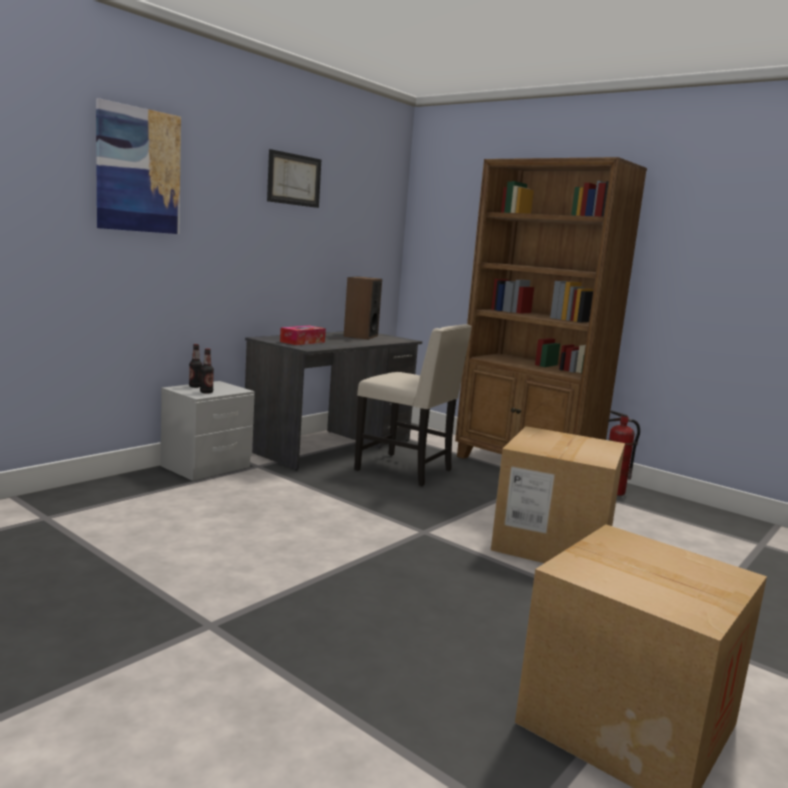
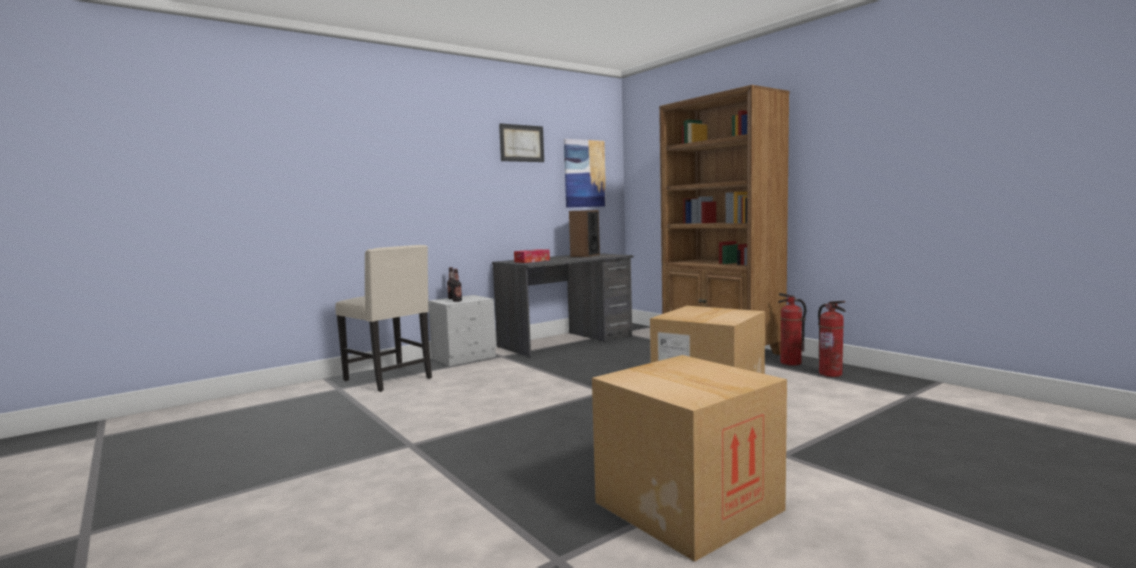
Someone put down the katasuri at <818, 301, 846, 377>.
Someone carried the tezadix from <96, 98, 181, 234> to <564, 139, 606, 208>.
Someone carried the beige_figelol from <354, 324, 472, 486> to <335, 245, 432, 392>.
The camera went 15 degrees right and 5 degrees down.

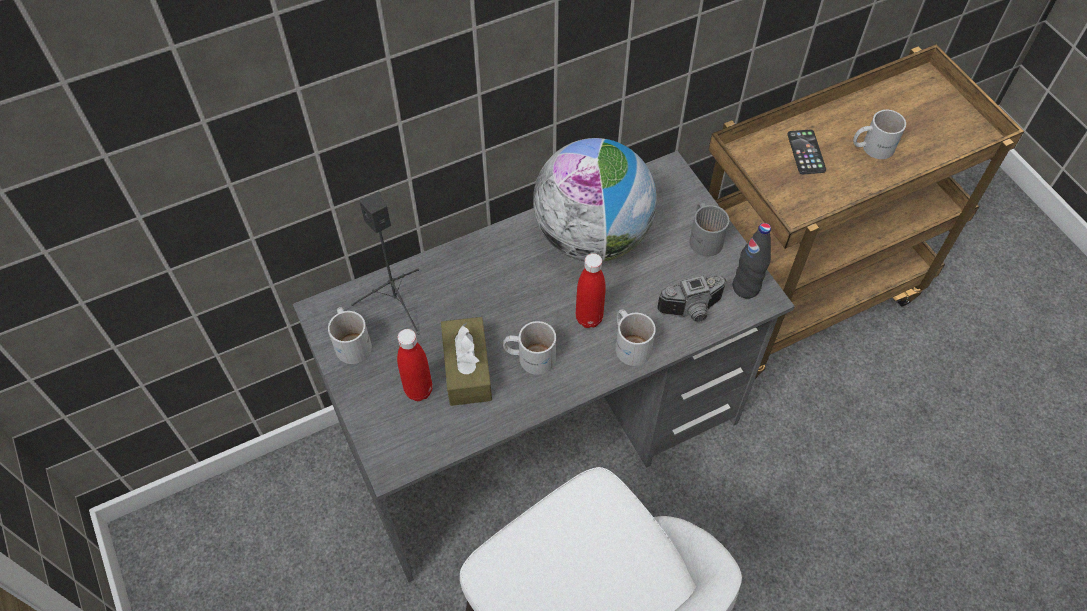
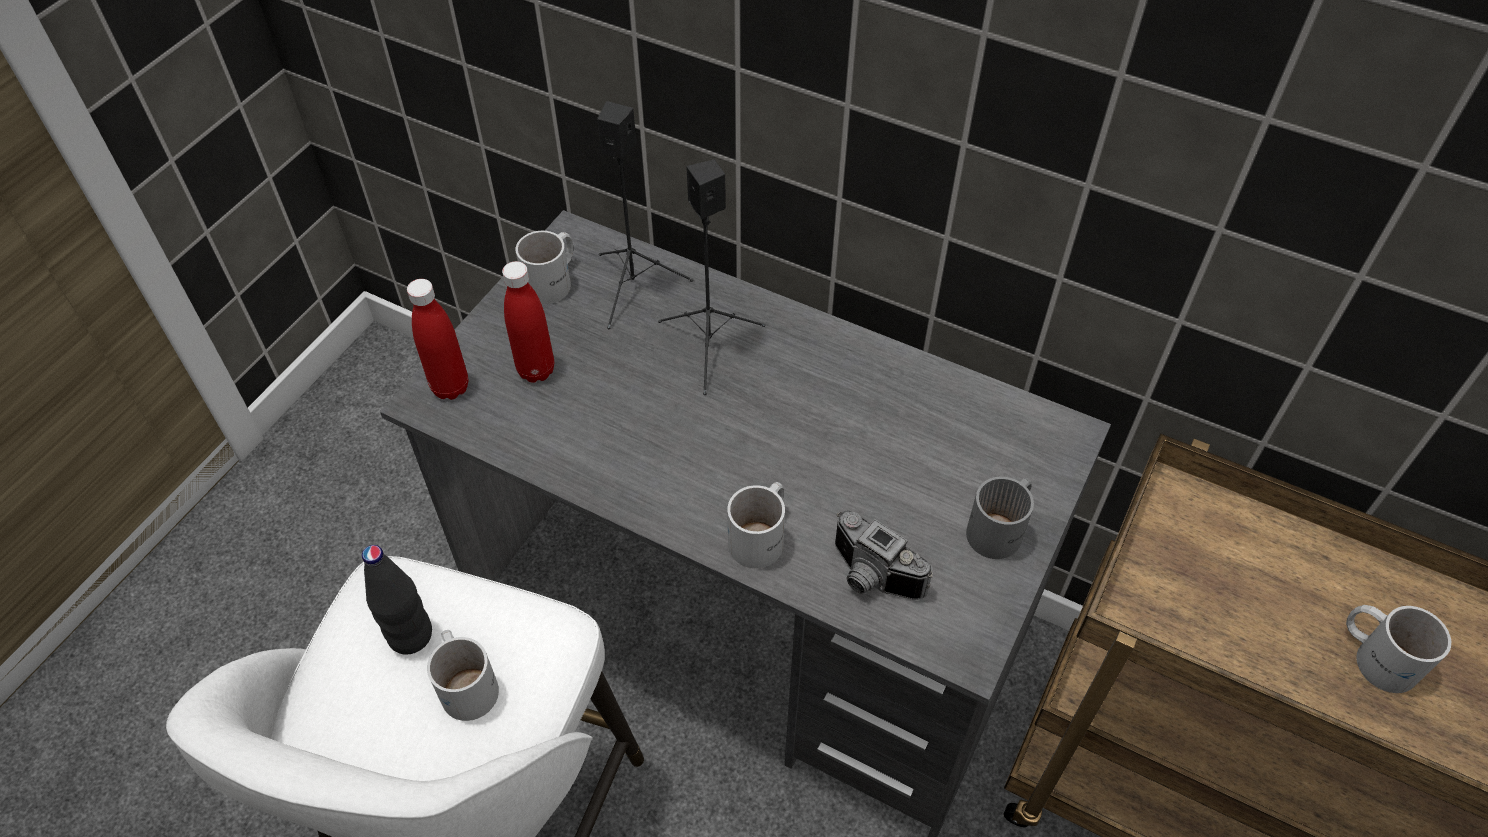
Someone took away the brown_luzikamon at <441, 317, 492, 406>.
Someone took away the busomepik at <533, 138, 657, 262>.
Someone took away the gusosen at <787, 130, 826, 174>.
Someone put down the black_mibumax at <658, 160, 765, 395>.
Someone carried the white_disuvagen from <503, 321, 556, 375> to <427, 630, 499, 721>.
Someone carried the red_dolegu from <576, 253, 606, 328> to <407, 279, 468, 400>.
Someone carried the black_dolegu from <733, 223, 771, 299> to <362, 545, 432, 655>.
The camera went 55 degrees right and 5 degrees down.

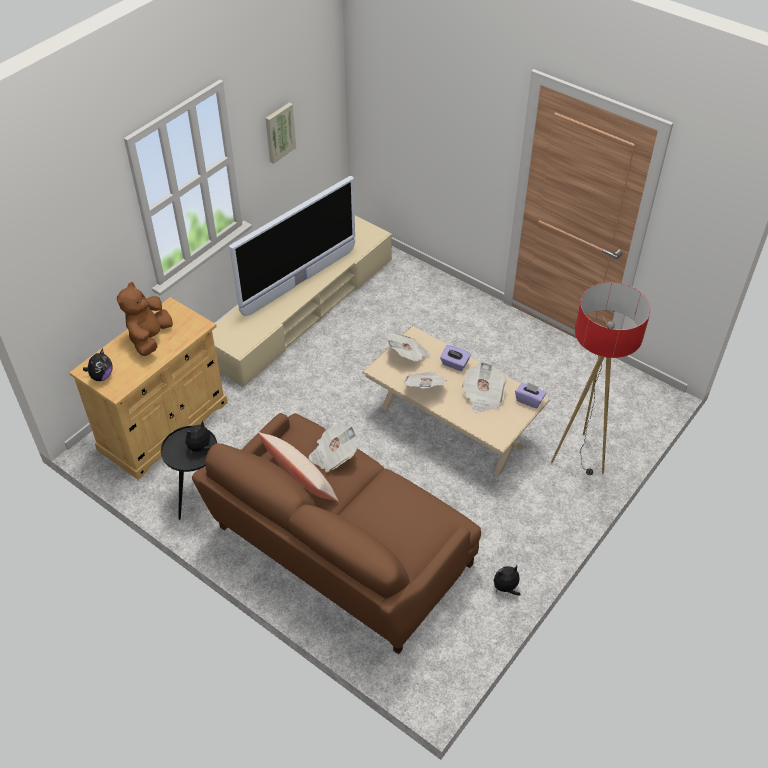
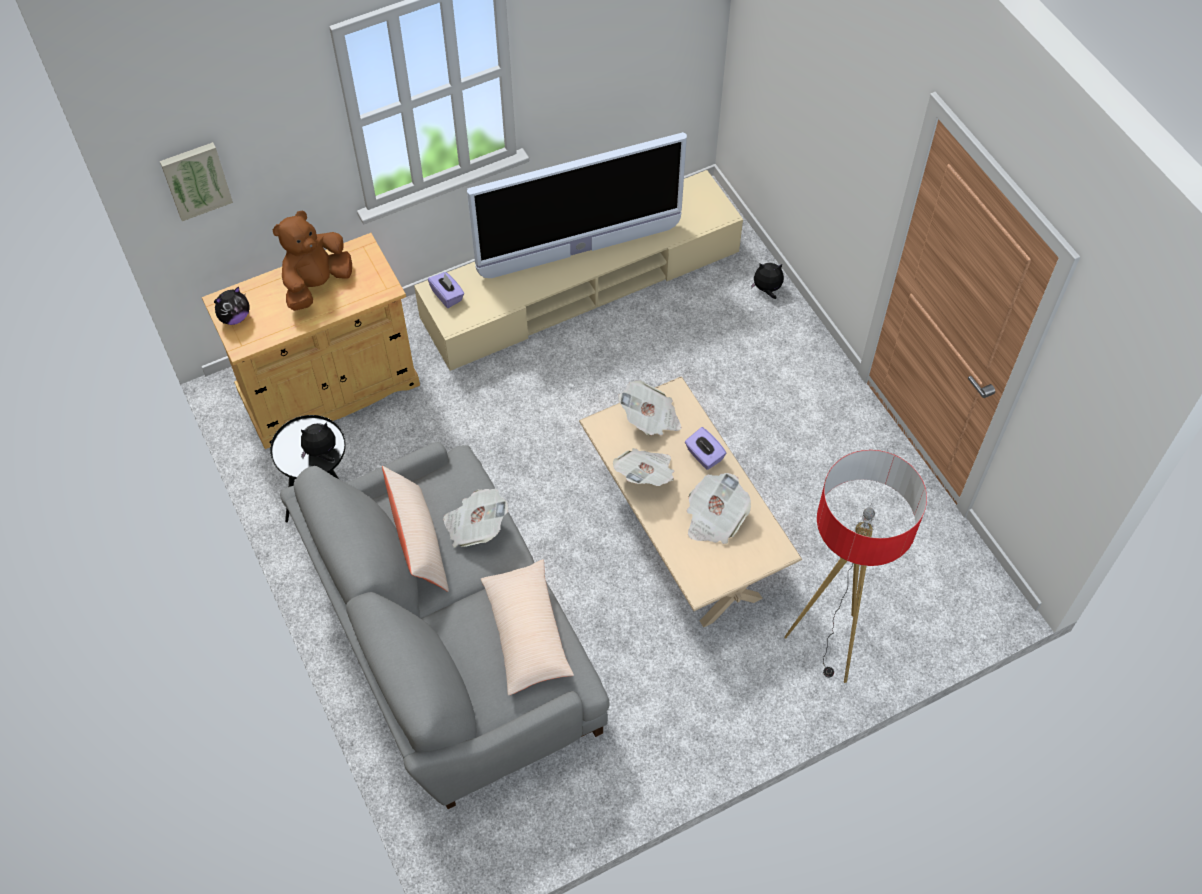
Someone put down the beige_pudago at <481, 559, 574, 696>.
Someone carried the tezadix from <265, 103, 296, 164> to <160, 142, 233, 221>.
Someone carried the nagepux from <493, 566, 521, 596> to <751, 263, 784, 299>.
Someone carried the purple_luzikamon from <515, 382, 546, 408> to <428, 272, 464, 308>.
Someone repainted the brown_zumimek at <192, 413, 481, 654>, which became the grey_zumimek at <280, 442, 610, 809>.
The camera went 25 degrees right and 10 degrees up.

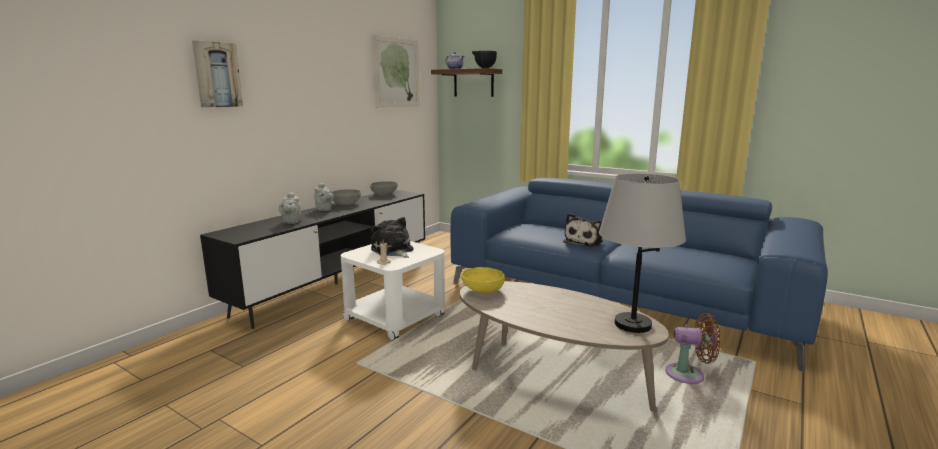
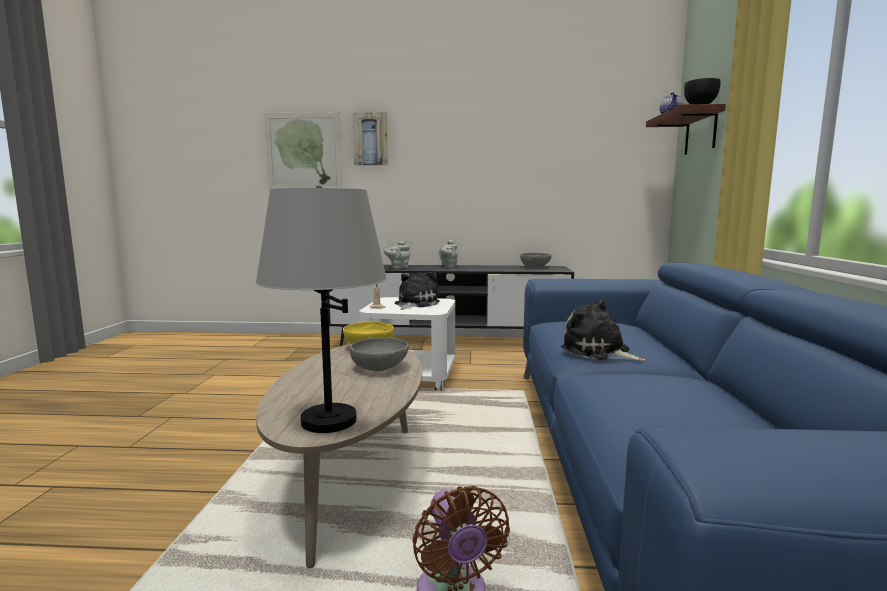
Someone carried the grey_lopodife from <333, 189, 361, 206> to <350, 337, 409, 371>.
Someone carried the tezadix from <372, 35, 420, 108> to <264, 112, 342, 191>.
Someone rotated the nagepux at <563, 213, 603, 247> by 45 degrees clockwise.
The camera went 60 degrees right and 5 degrees down.

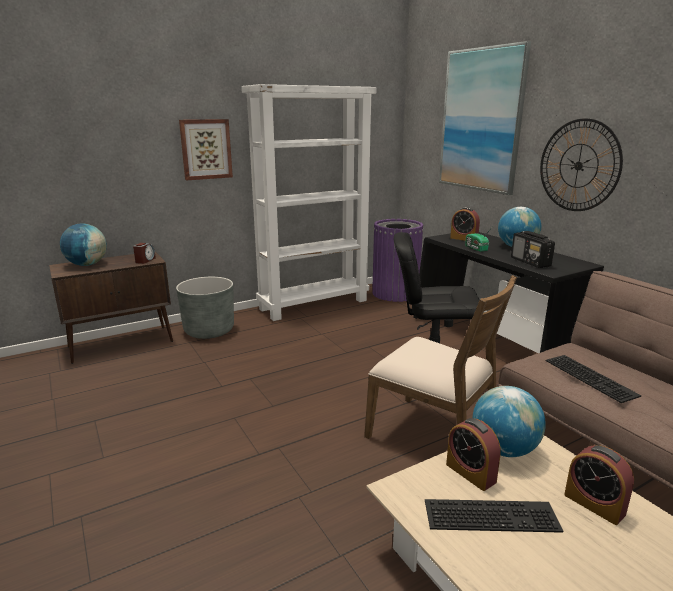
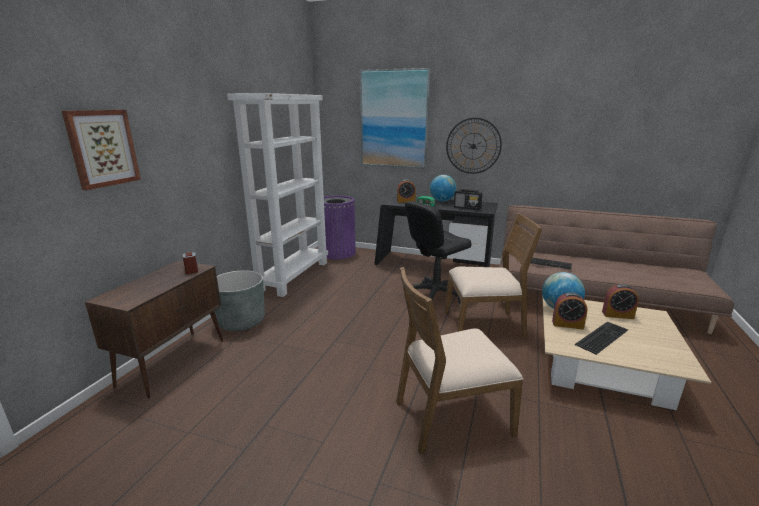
Someone took away the busomepik at <60, 223, 107, 266>.
Someone put down the brown_figelol at <396, 267, 523, 454>.
Someone carried the tezadix from <179, 119, 233, 181> to <62, 110, 141, 190>.
The camera went 40 degrees left and 0 degrees up.

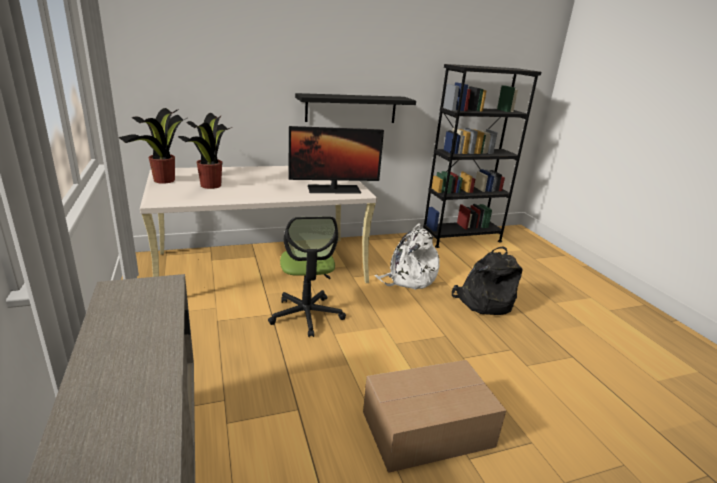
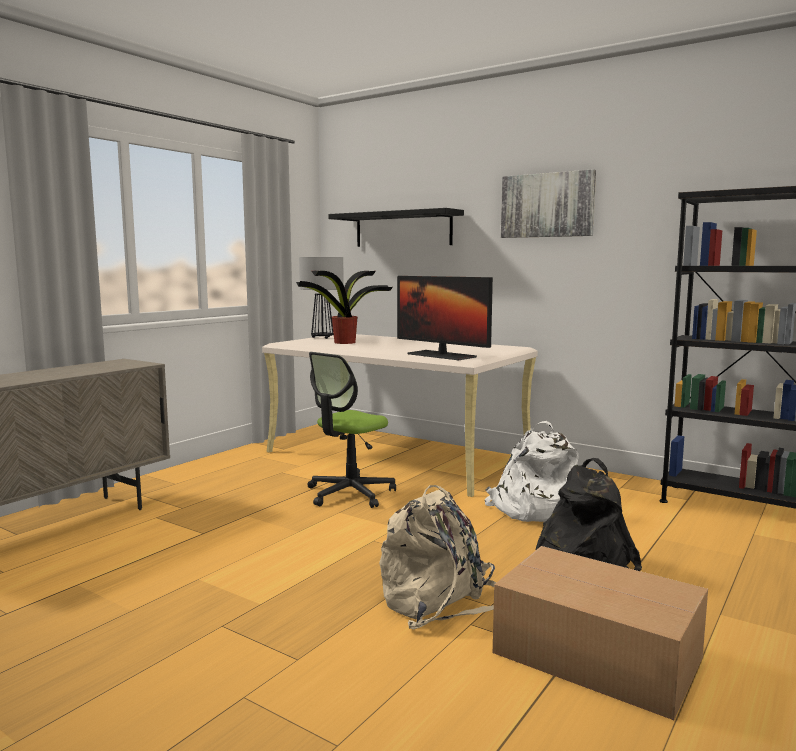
Someone put down the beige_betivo at <379, 485, 497, 629>.
Someone put up the tezadix at <501, 169, 596, 238>.
Someone carried the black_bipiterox from <295, 93, 416, 123> to <328, 208, 464, 247>.
Someone carried the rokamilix from <363, 360, 506, 473> to <493, 546, 708, 720>.
Someone swapped the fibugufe at <118, 108, 187, 184> for the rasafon at <299, 257, 344, 339>.
The camera went 55 degrees right and 15 degrees down.

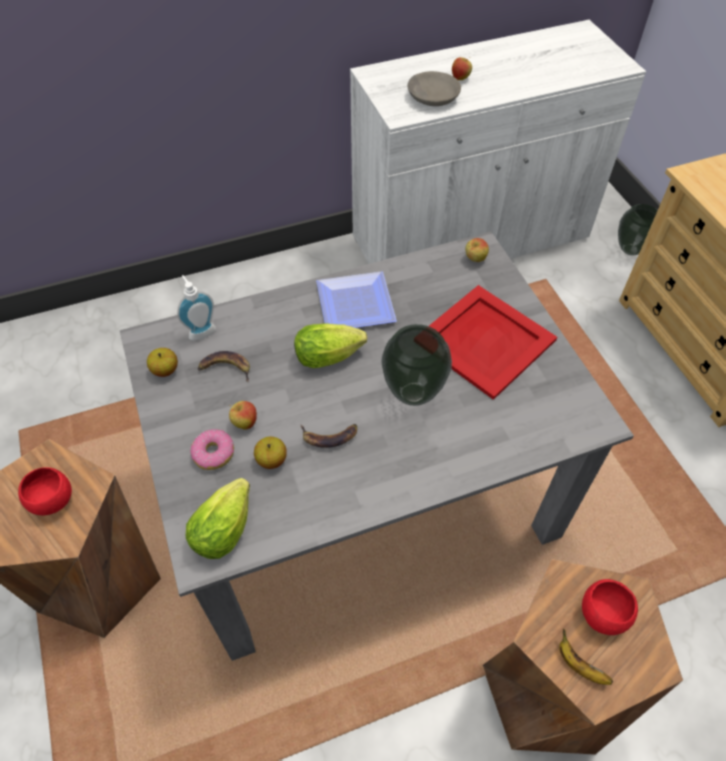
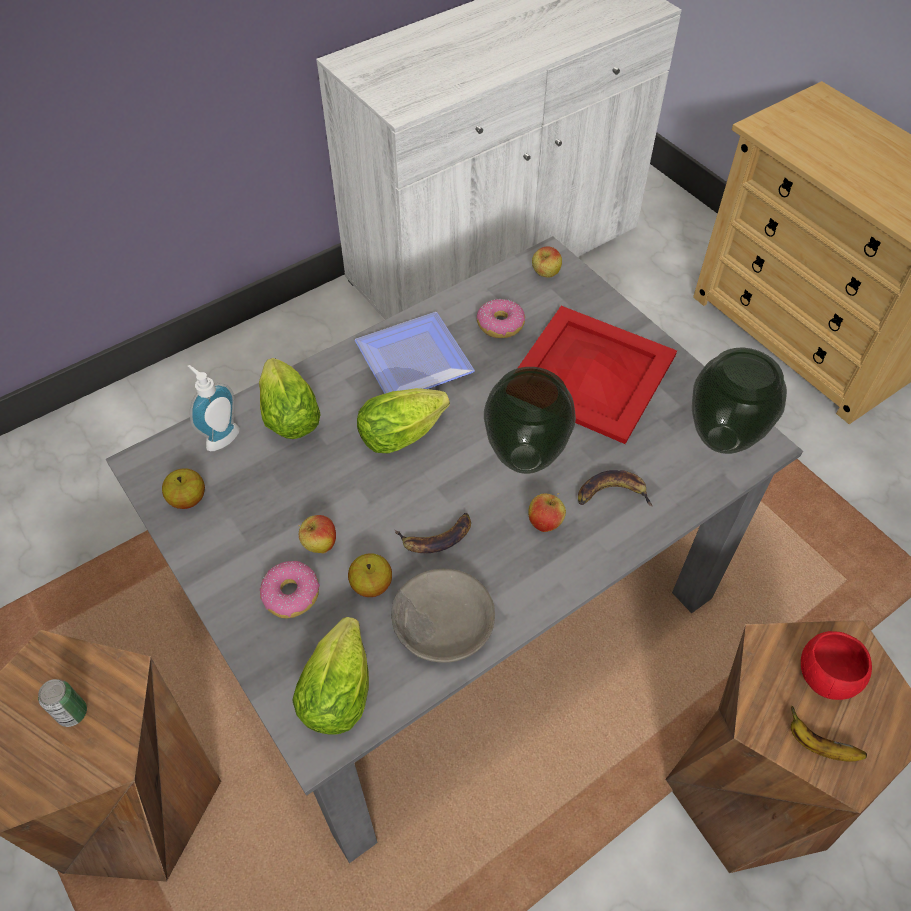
Someone put down the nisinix at <259, 358, 321, 439>.
Someone put down the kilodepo at <476, 299, 525, 338>.
Someone carried the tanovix from <197, 351, 250, 382> to <578, 470, 653, 506>.
Someone carried the grey_lopodife from <407, 71, 461, 106> to <391, 569, 495, 663>.
Someone carried the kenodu from <452, 57, 472, 80> to <528, 493, 566, 532>.
Someone carried the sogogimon from <618, 204, 658, 256> to <692, 348, 787, 454>.
Someone swapped the red_lopodife at <18, 467, 72, 515> for the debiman at <38, 679, 87, 727>.
The camera went 15 degrees left and 0 degrees up.

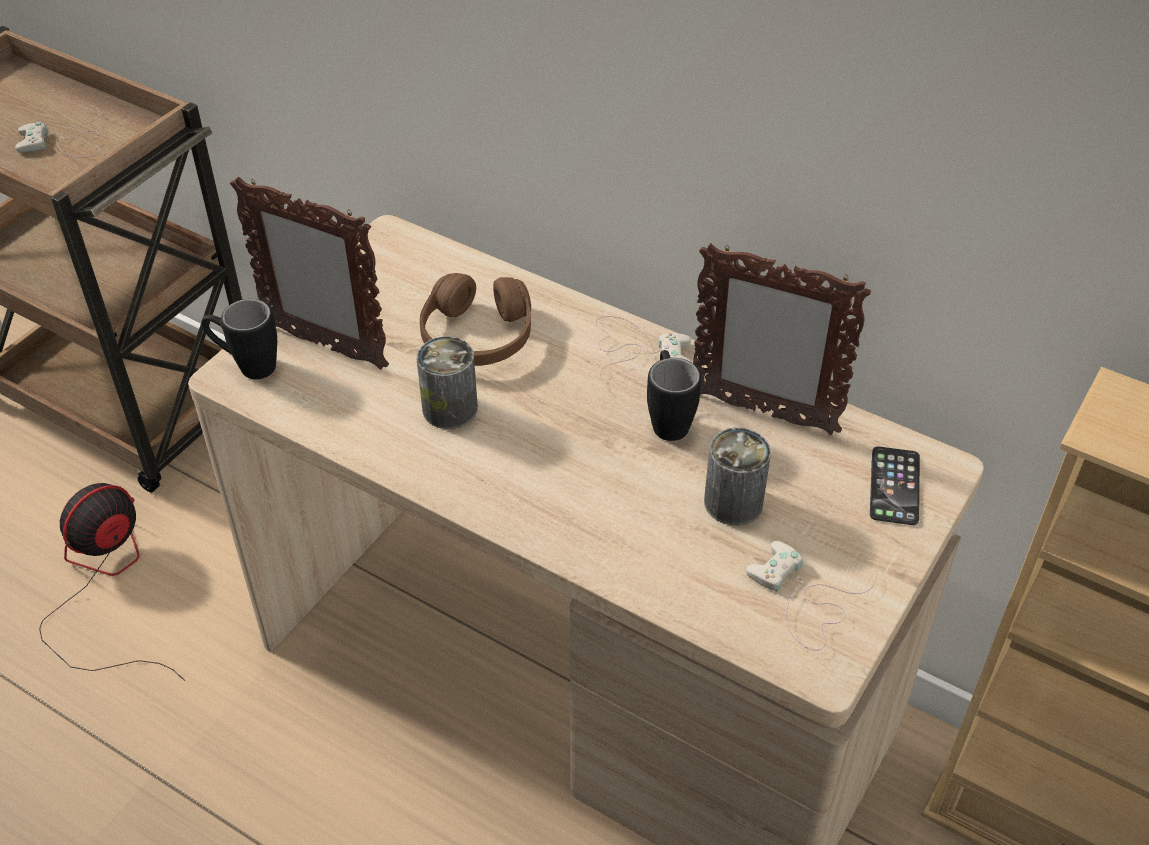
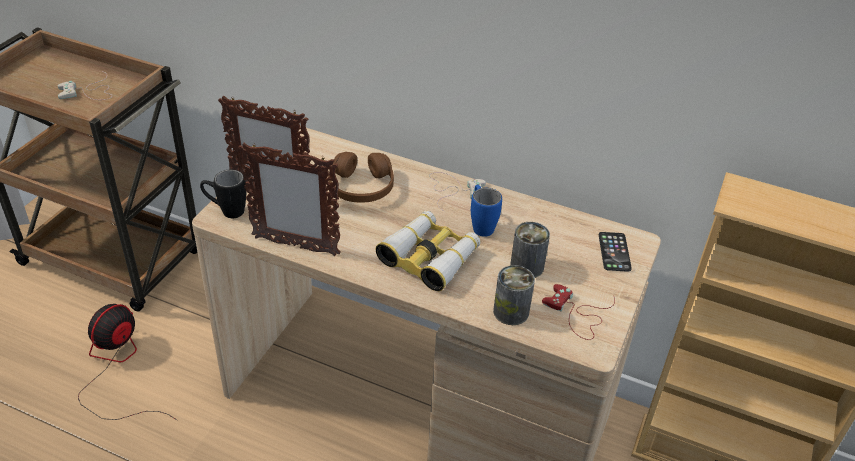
Someone put down the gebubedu at <375, 211, 480, 291>.
Someone carried the debiman from <416, 336, 478, 429> to <493, 265, 535, 325>.
Someone carried the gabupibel from <693, 243, 871, 435> to <238, 143, 341, 256>.
Someone repainted the black_disuvagen at <647, 350, 701, 441>, which became the blue_disuvagen at <471, 185, 502, 237>.
Someone repainted the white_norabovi at <746, 541, 877, 651>, which became the red_norabovi at <542, 284, 615, 340>.
The camera went 10 degrees left and 5 degrees down.

